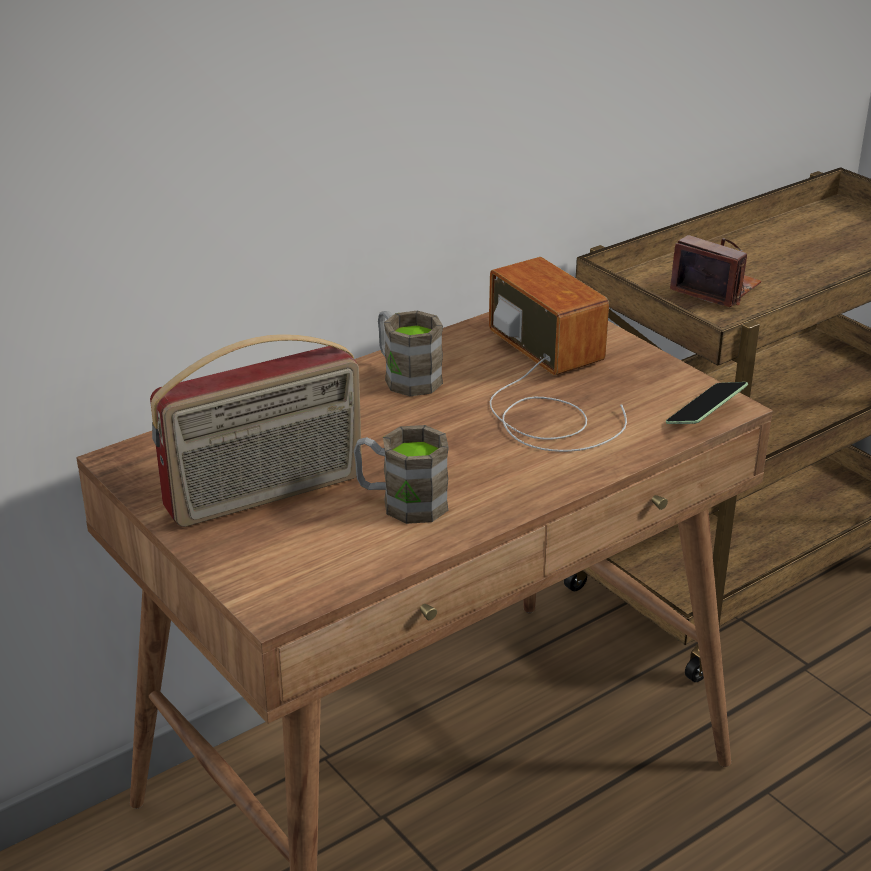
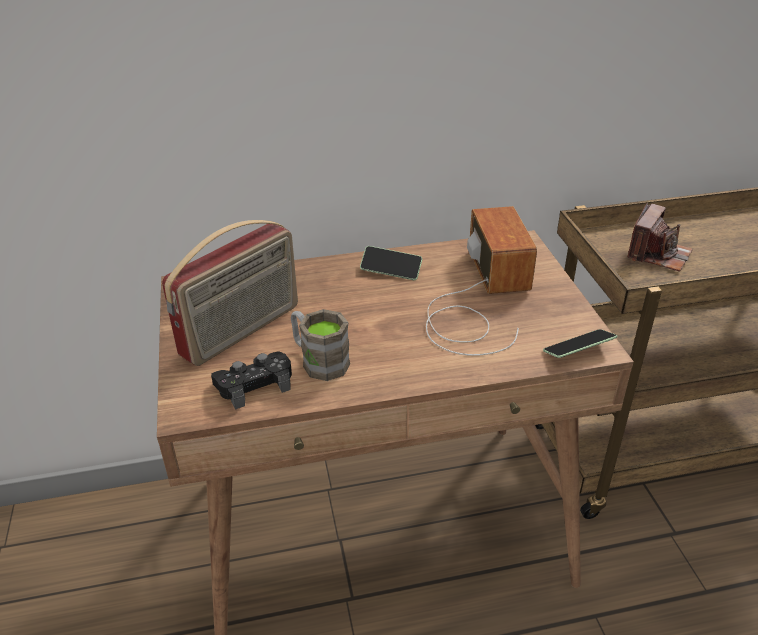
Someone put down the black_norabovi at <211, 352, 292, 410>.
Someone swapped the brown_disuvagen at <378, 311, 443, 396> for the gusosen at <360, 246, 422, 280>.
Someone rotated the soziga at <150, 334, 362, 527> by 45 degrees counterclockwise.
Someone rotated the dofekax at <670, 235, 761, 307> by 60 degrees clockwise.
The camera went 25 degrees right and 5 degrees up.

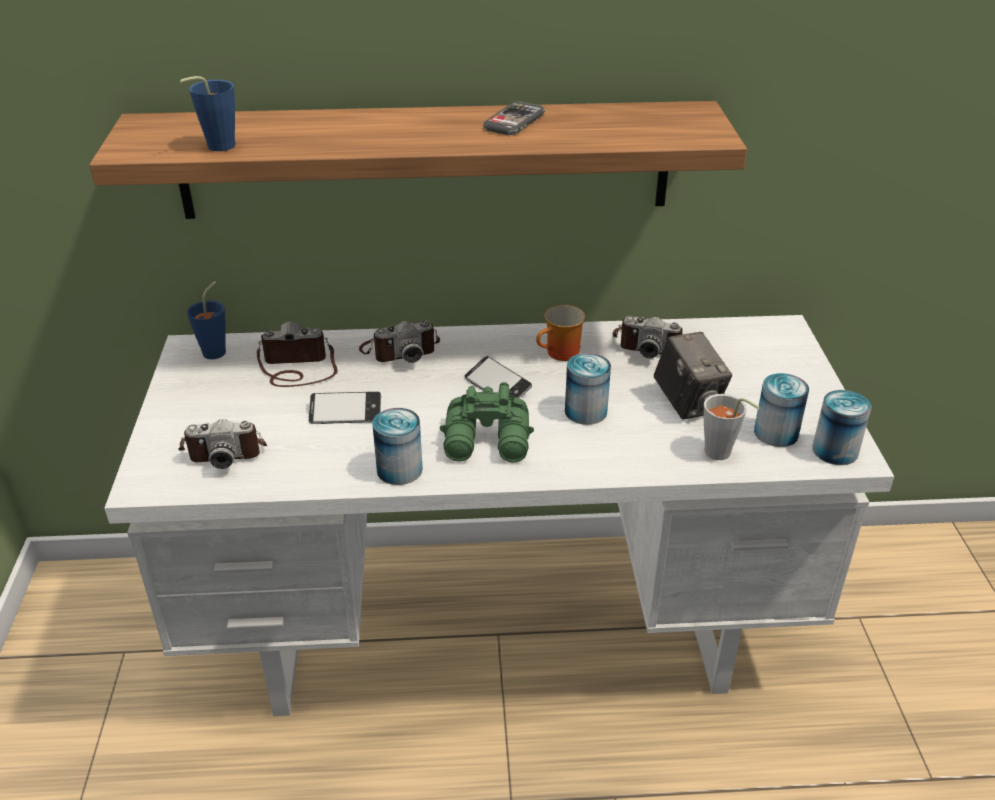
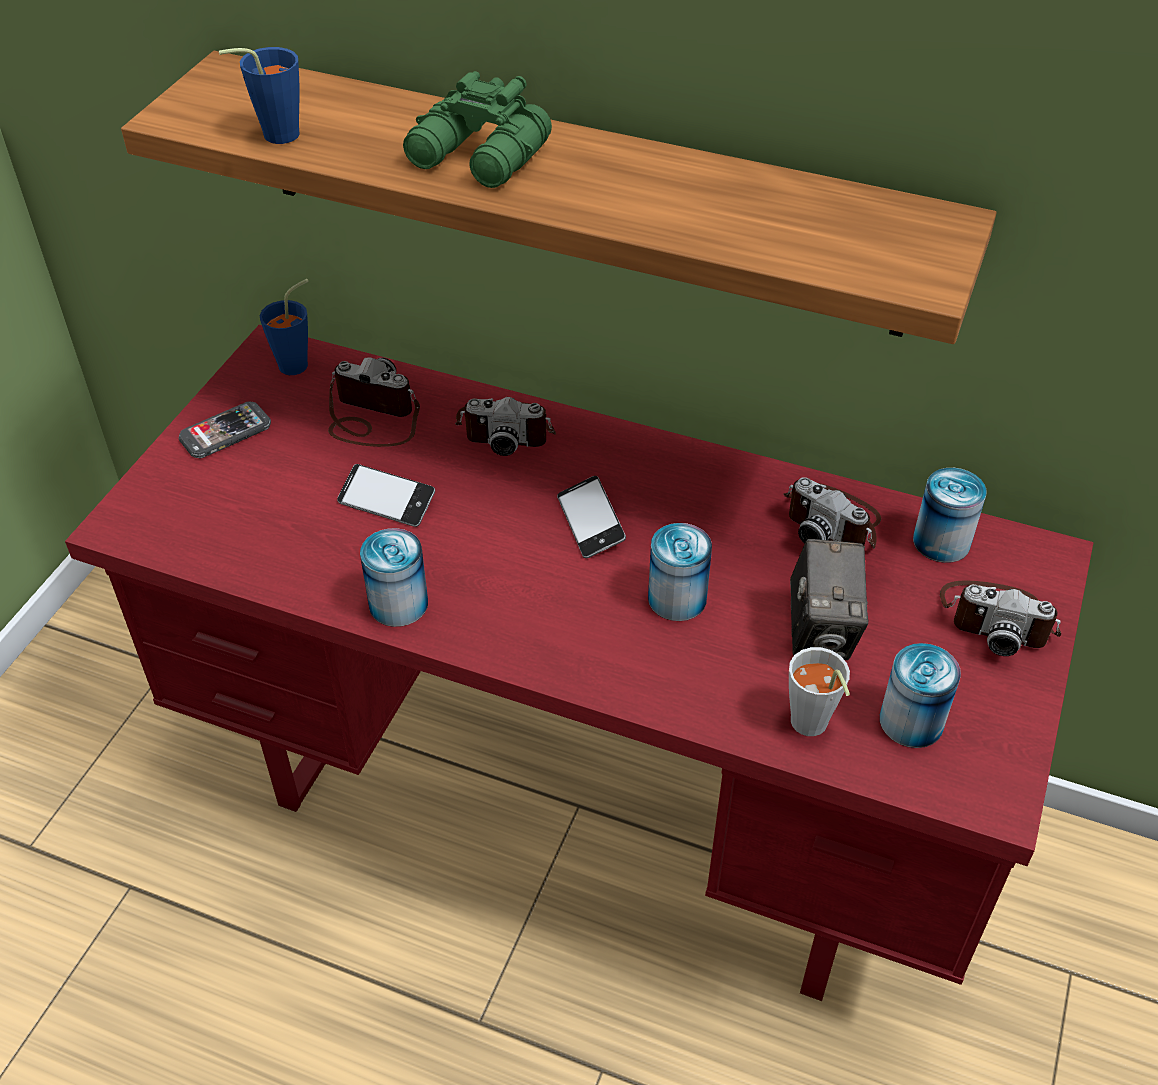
Someone took away the disuvagen at <536, 305, 586, 361>.
Someone carried the dofekax from <178, 419, 267, 469> to <940, 580, 1061, 656>.
Someone carried the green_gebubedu from <440, 382, 534, 462> to <403, 71, 552, 188>.
Someone carried the gusosen from <483, 101, 545, 135> to <179, 401, 271, 458>.
Someone carried the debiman from <812, 390, 871, 465> to <913, 468, 987, 563>.
Someone repainted the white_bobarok at <104, 315, 894, 716>, which became the red_bobarok at <65, 325, 1094, 1001>.
The camera went 25 degrees right and 10 degrees up.

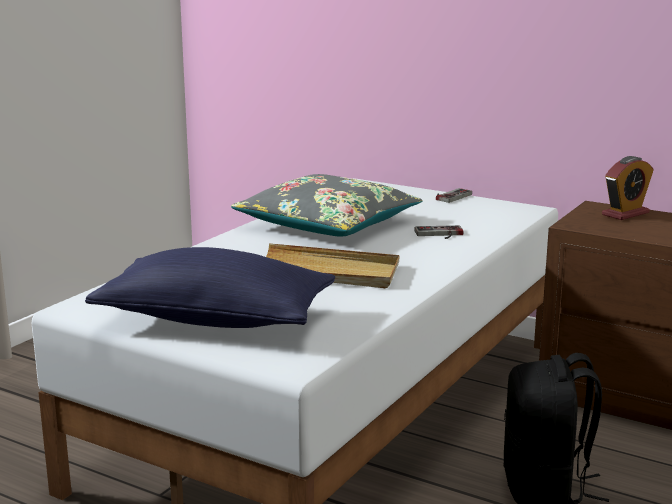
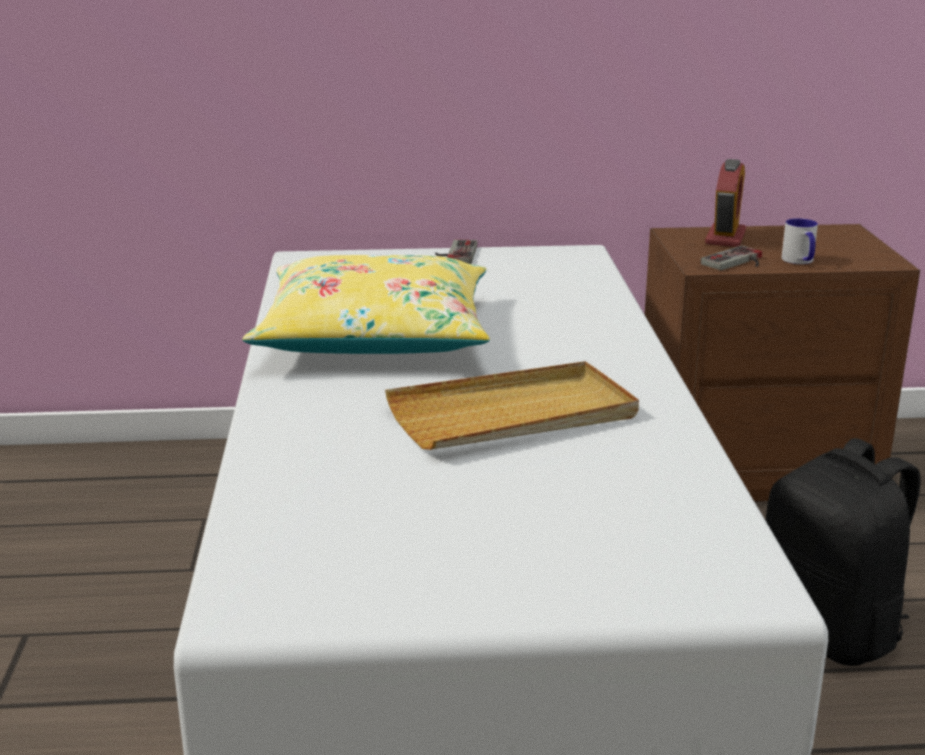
Someone took away the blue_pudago at <85, 247, 335, 328>.
Someone put down the disuvagen at <781, 218, 818, 264>.
Someone carried the norabovi from <414, 225, 464, 239> to <701, 246, 762, 270>.
Someone repainted the grey_pudago at <231, 174, 422, 237>, which became the yellow_pudago at <242, 255, 490, 354>.
The camera went 35 degrees left and 5 degrees up.

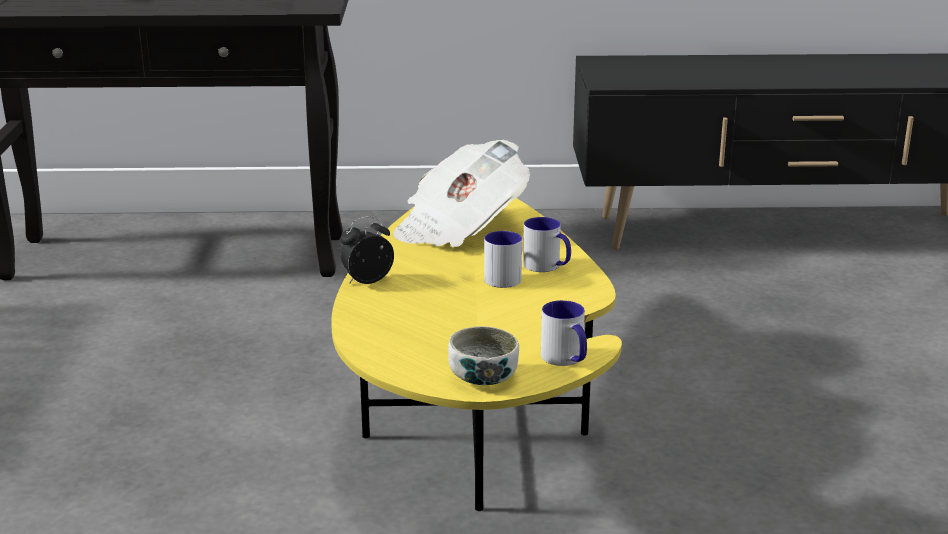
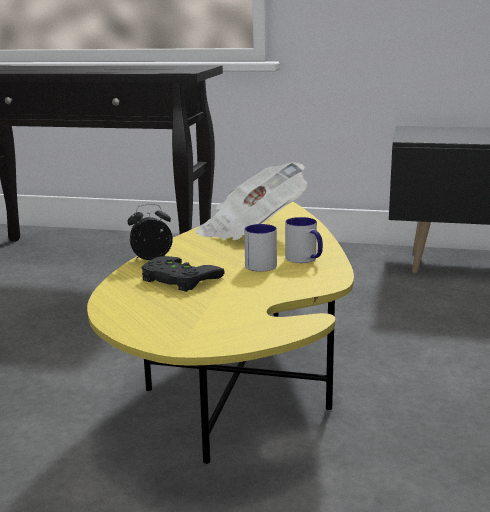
Someone took away the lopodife at <448, 326, 519, 385>.
Someone took away the disuvagen at <541, 300, 587, 366>.
Someone put down the black_norabovi at <141, 256, 225, 292>.
The camera went 15 degrees right and 5 degrees down.

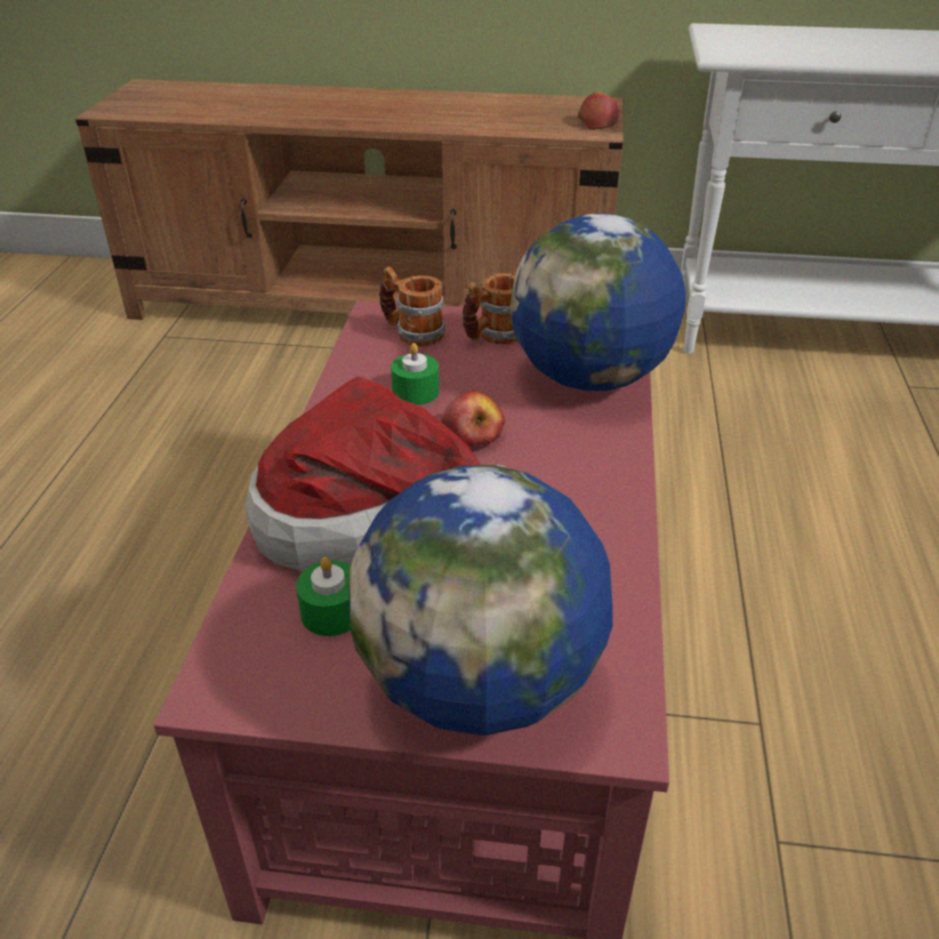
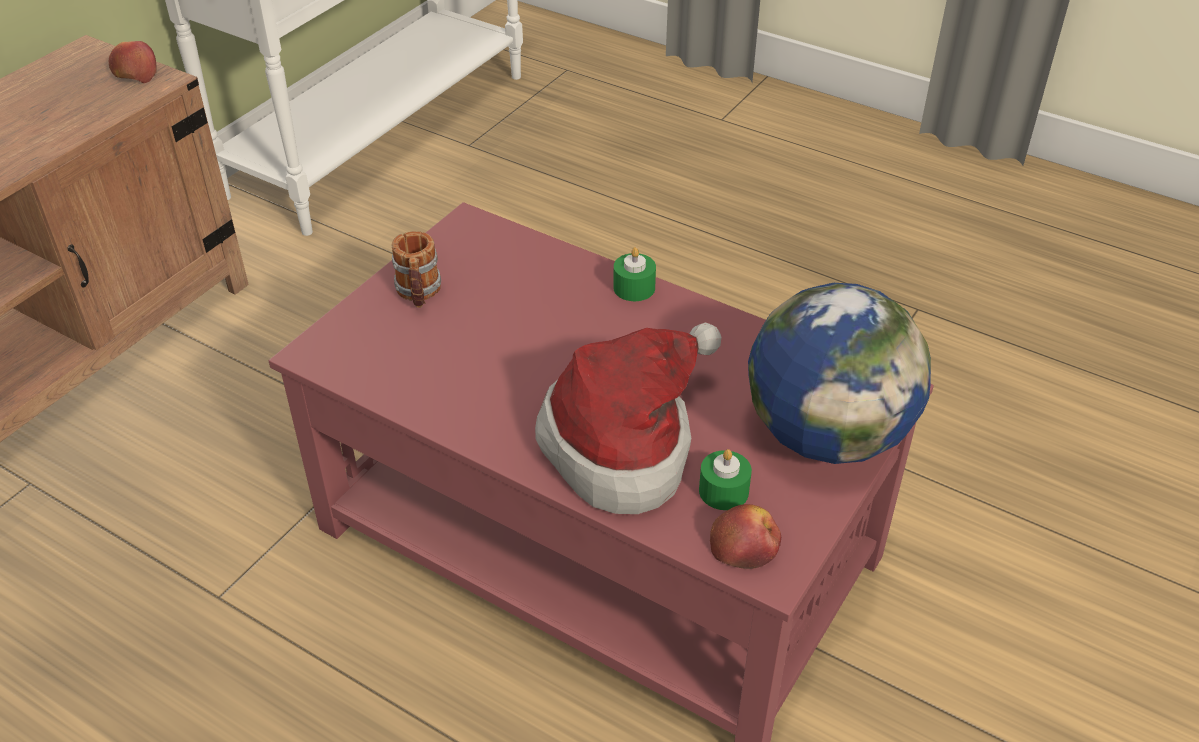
Someone took away the disuvagen at <379, 266, 445, 347>.
Someone took away the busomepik at <510, 213, 686, 391>.
Someone carried the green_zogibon from <391, 343, 439, 405> to <613, 247, 656, 301>.
Someone carried the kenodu from <441, 391, 505, 446> to <710, 504, 781, 569>.
The camera went 65 degrees left and 5 degrees up.

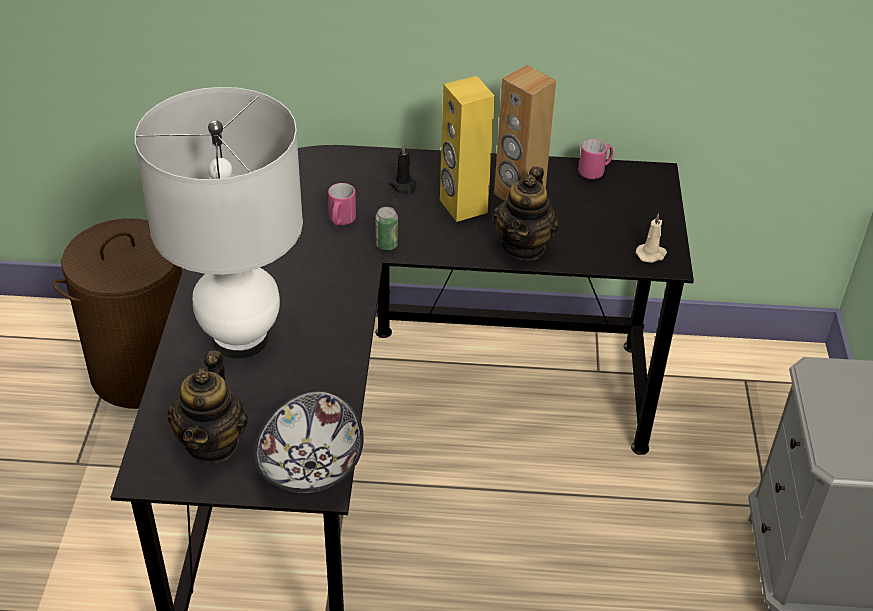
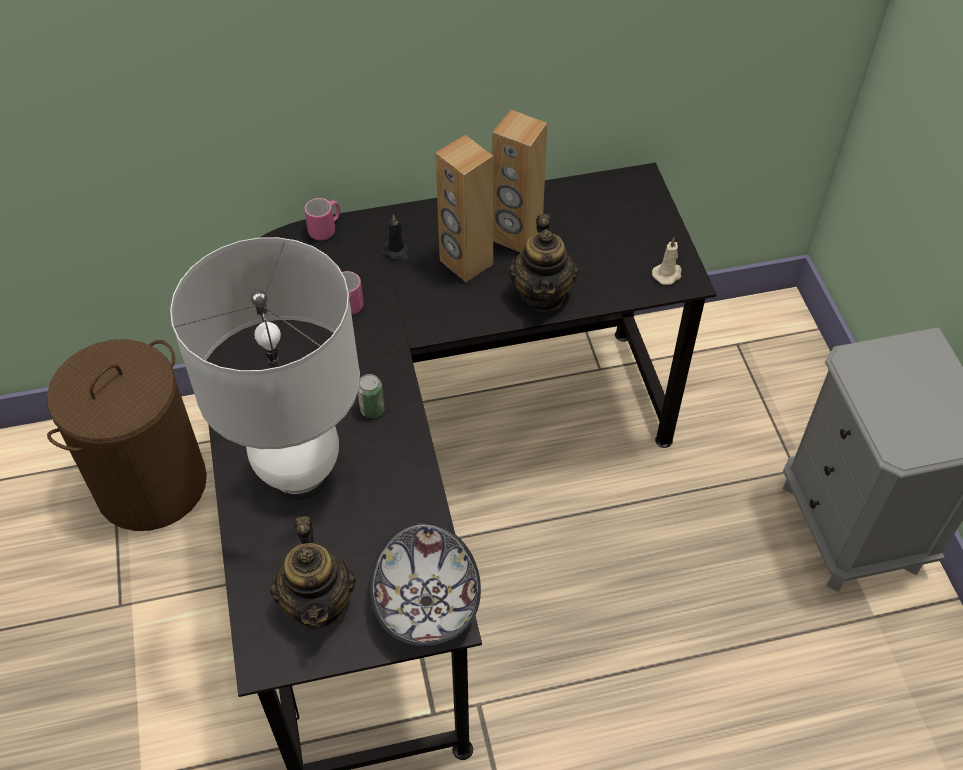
Someone carried the debiman from <376, 207, 398, 250> to <358, 374, 385, 418>.
Someone carried the pink_disuvagen from <579, 139, 613, 179> to <304, 198, 340, 240>.
Someone repainted the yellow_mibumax at <440, 76, 495, 222>, which became the brown_mibumax at <435, 135, 493, 282>.
The camera went 15 degrees left and 10 degrees up.

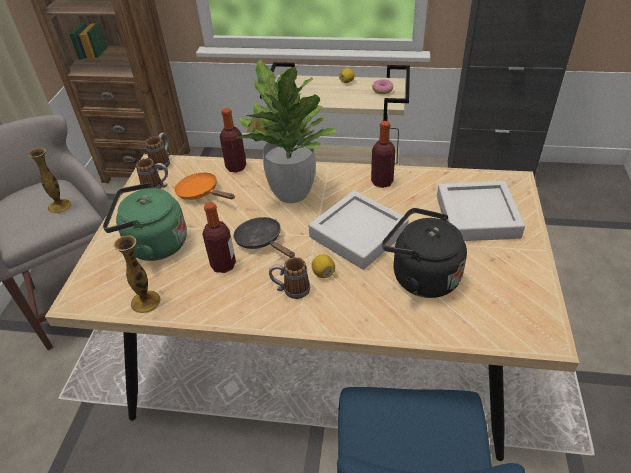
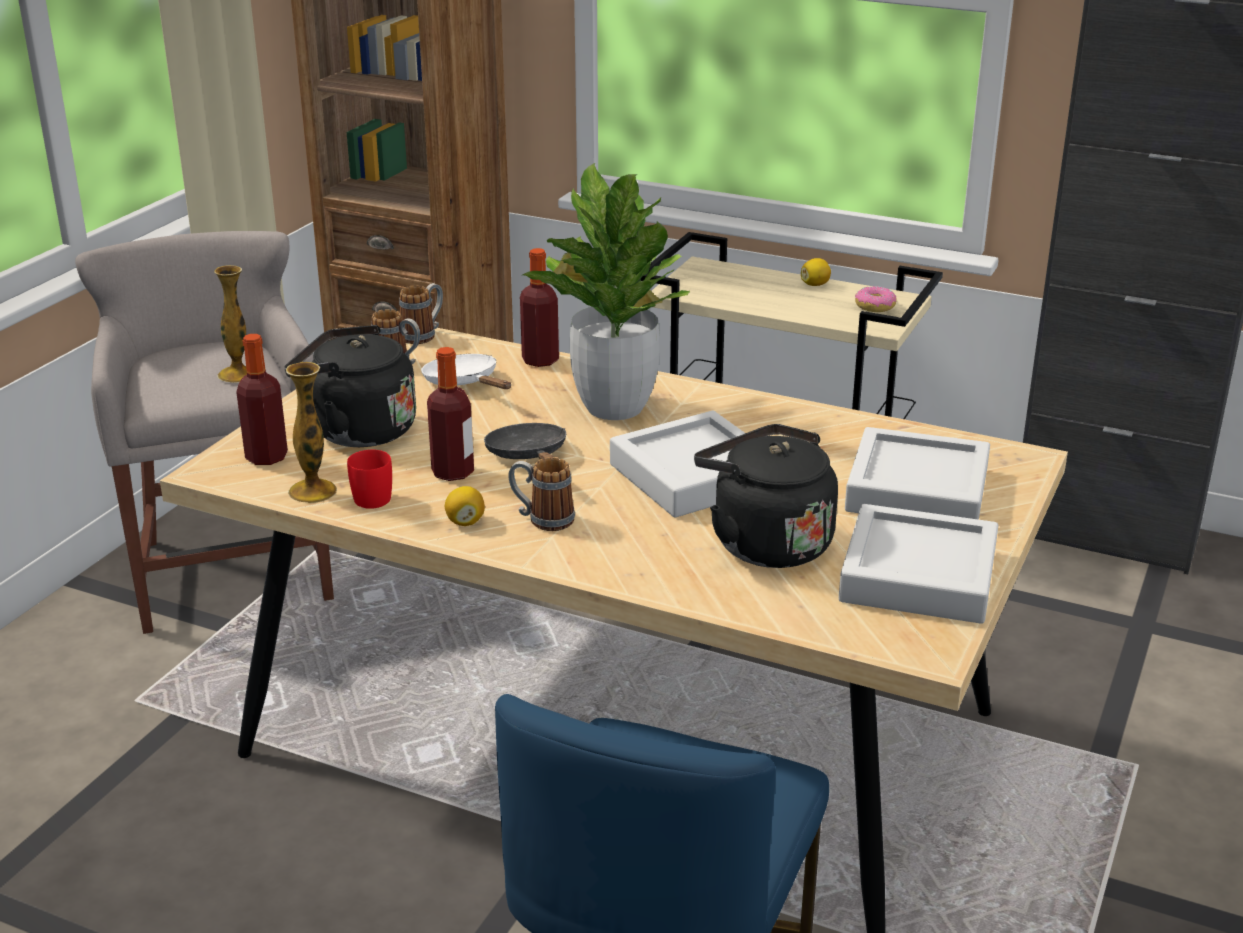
Someone put down the red_disuvagen at <347, 450, 392, 509>.
Someone put down the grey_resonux at <839, 504, 998, 624>.
Someone carried the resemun from <312, 255, 335, 278> to <445, 486, 485, 526>.
Someone carried the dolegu from <371, 121, 396, 188> to <236, 334, 288, 465>.
Someone repainted the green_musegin at <103, 183, 187, 261>, which became the black_musegin at <284, 325, 416, 447>.
Someone repainted the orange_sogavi at <174, 173, 235, 200>, which became the white_sogavi at <421, 354, 511, 389>.
The camera went 15 degrees right and 15 degrees down.

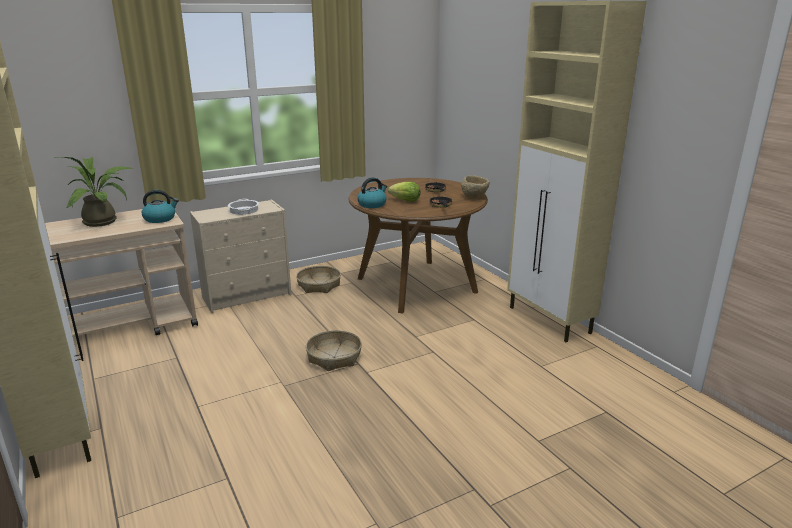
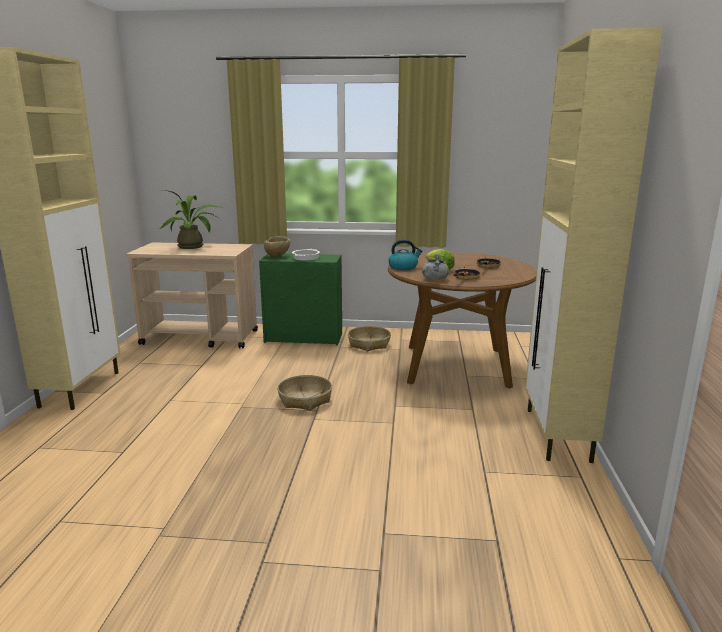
Someone took away the musegin at <141, 190, 179, 223>.
Someone put down the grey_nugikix at <422, 254, 449, 280>.
Someone carried the beige_lopodife from <461, 175, 490, 199> to <264, 236, 290, 257>.
Someone repainted the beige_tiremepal at <190, 199, 291, 313>, which became the green_tiremepal at <259, 254, 342, 346>.
The camera went 35 degrees right and 5 degrees down.

